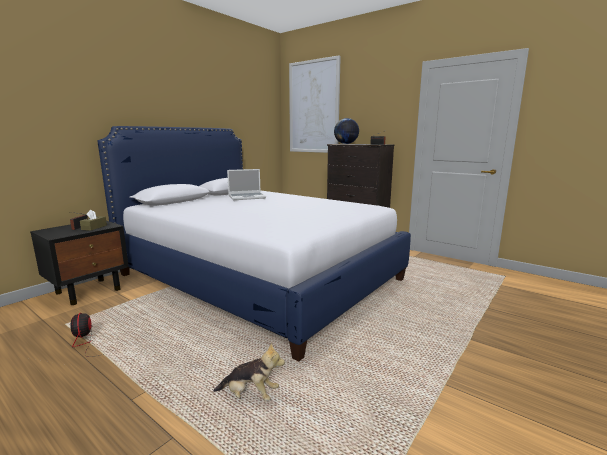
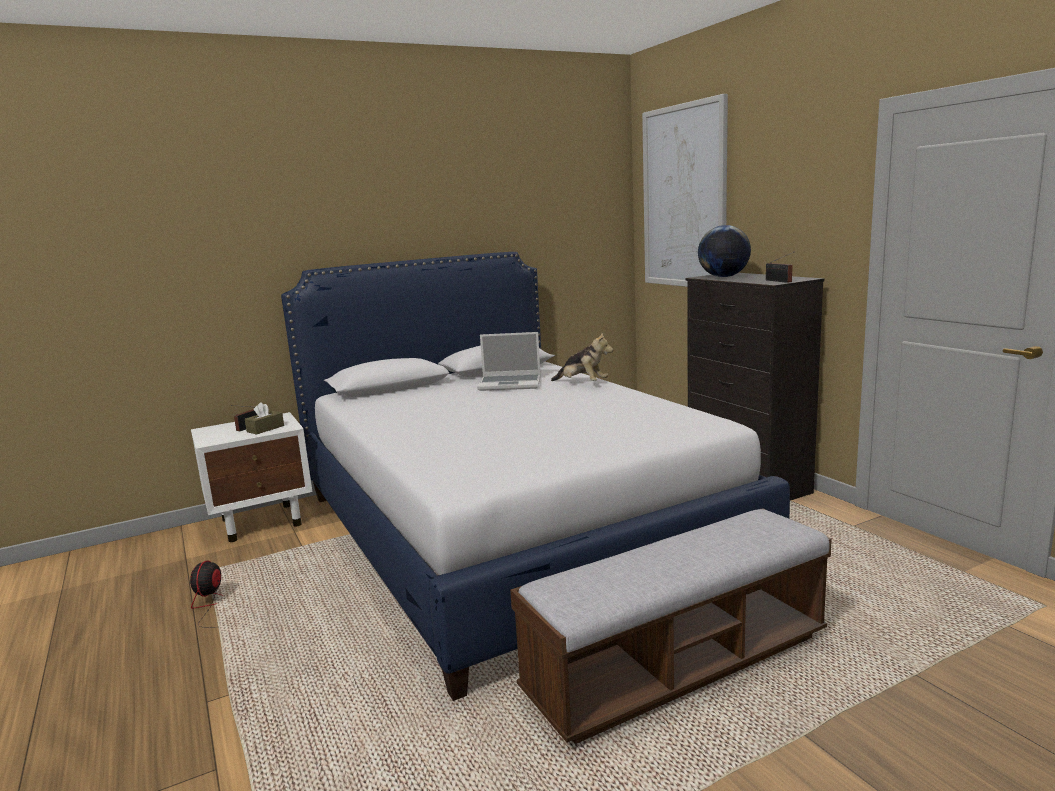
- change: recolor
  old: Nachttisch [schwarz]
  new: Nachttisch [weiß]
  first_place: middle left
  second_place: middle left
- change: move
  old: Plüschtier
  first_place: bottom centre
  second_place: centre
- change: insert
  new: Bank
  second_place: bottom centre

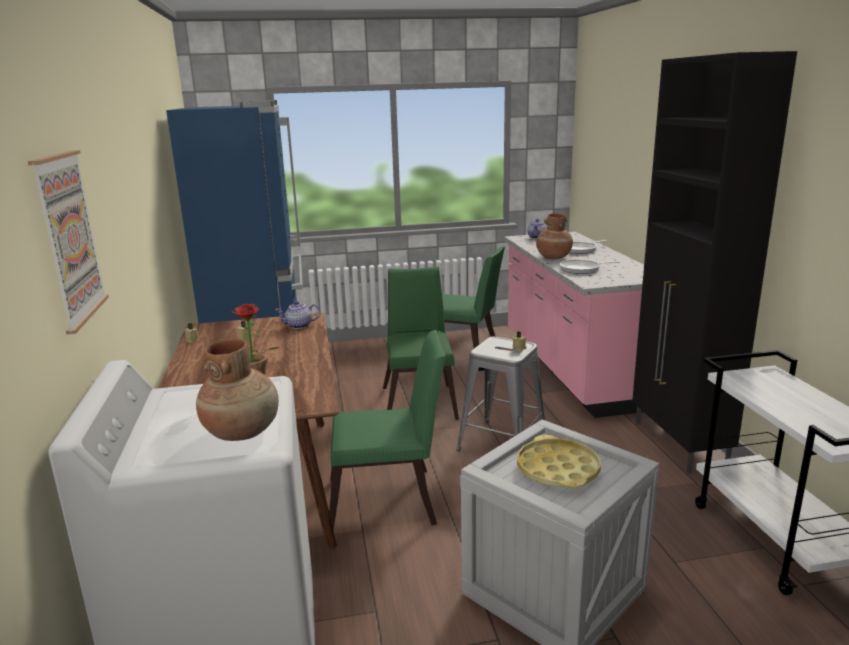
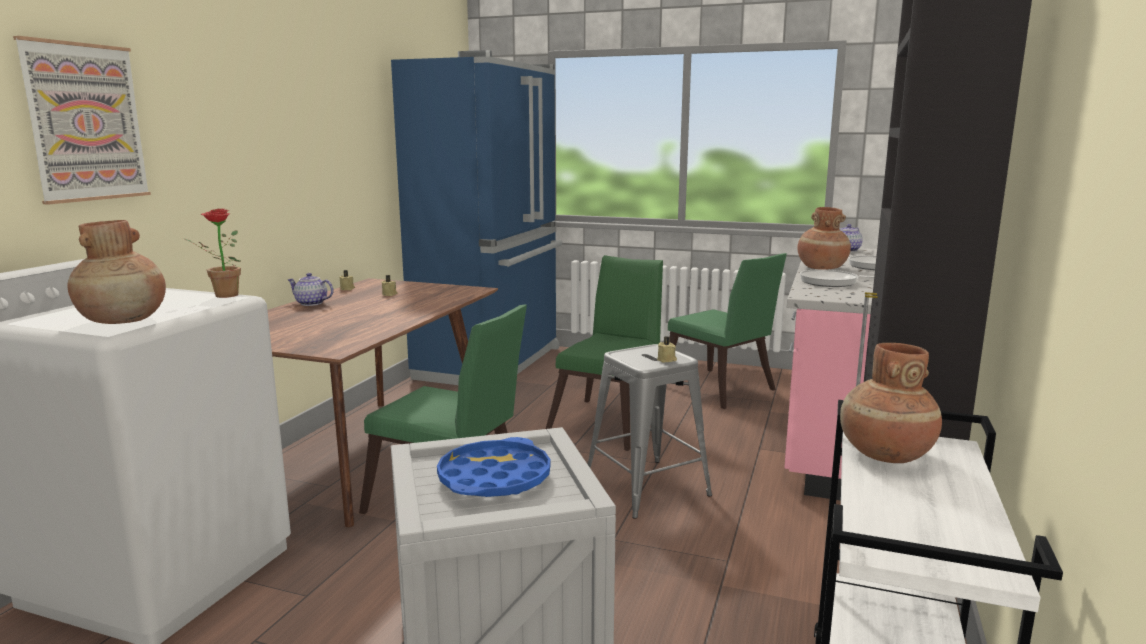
- change: move
  old: Teekanne (1st from left)
  first_place: centre
  second_place: middle left
- change: recolor
  old: Tablett [gelb]
  new: Tablett [blau]
  first_place: bottom centre
  second_place: bottom centre
- change: insert
  new: Vase [braun] (3rd from left)
  second_place: middle right

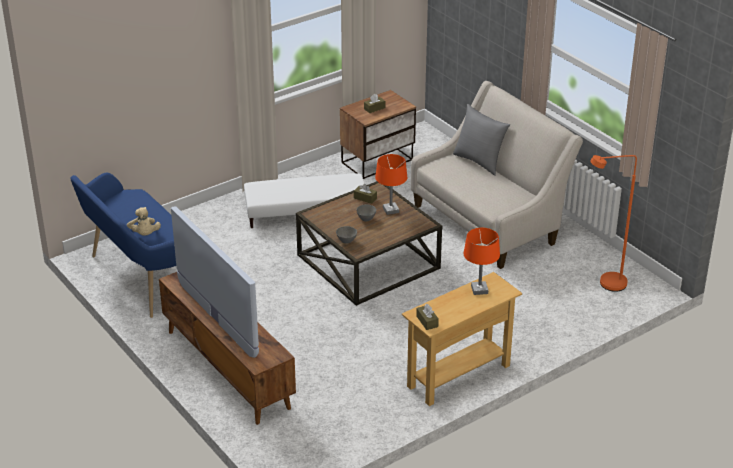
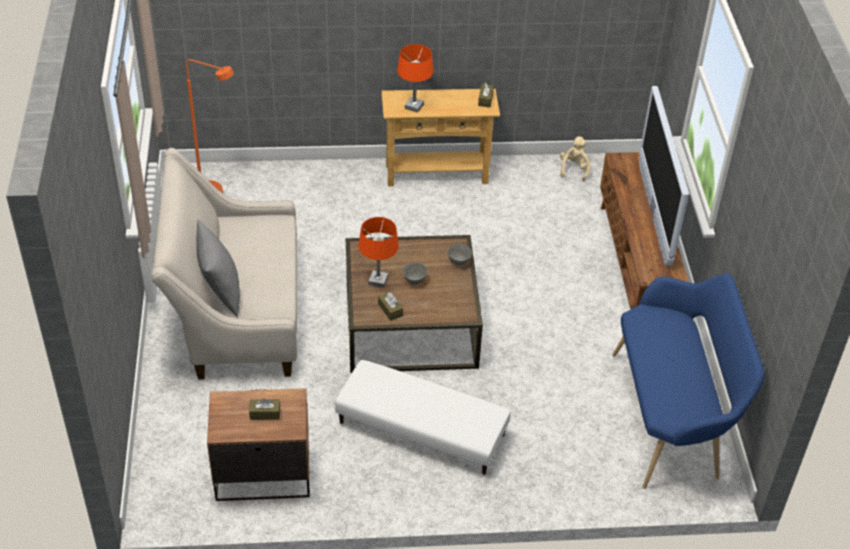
- change: move
  old: Plüschtier [beige]
  first_place: middle left
  second_place: top right

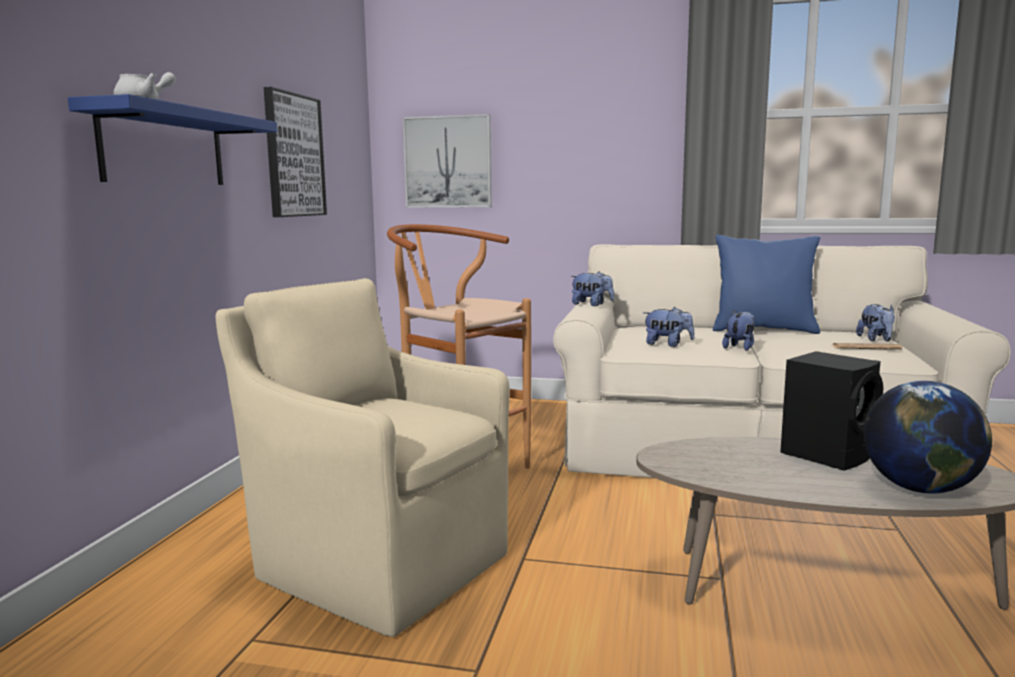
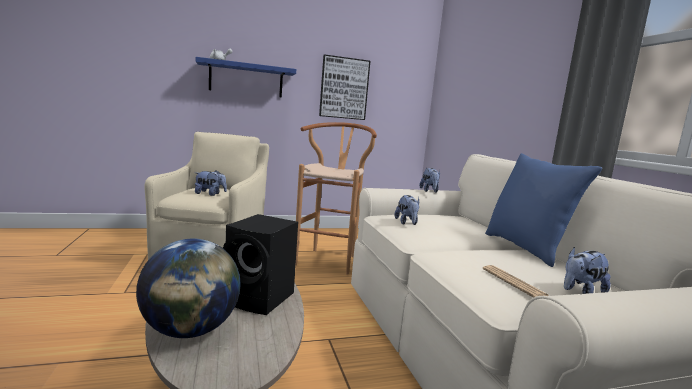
- change: delete
  old: Bild (2nd from left)
  first_place: top centre
- change: move
  old: Plüschtier (3rd from left in the first image)
  new: Plüschtier (1st from left)
  first_place: middle right
  second_place: middle left

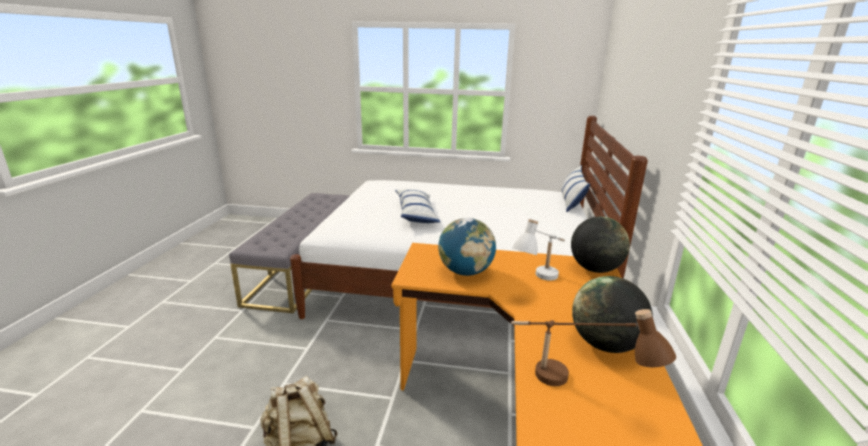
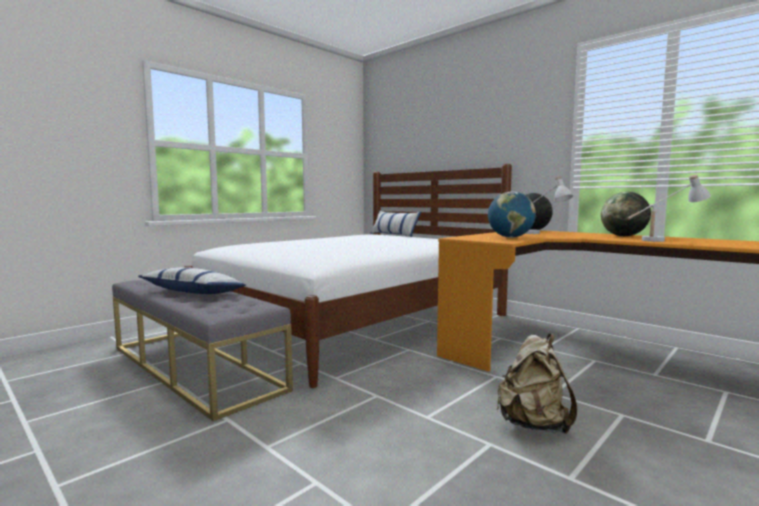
- change: move
  old: Kissen (1st from left)
  first_place: centre
  second_place: middle left
- change: recolor
  old: Tischlampe [braun]
  new: Tischlampe [weiß] (2nd from left)
  first_place: bottom right
  second_place: middle right

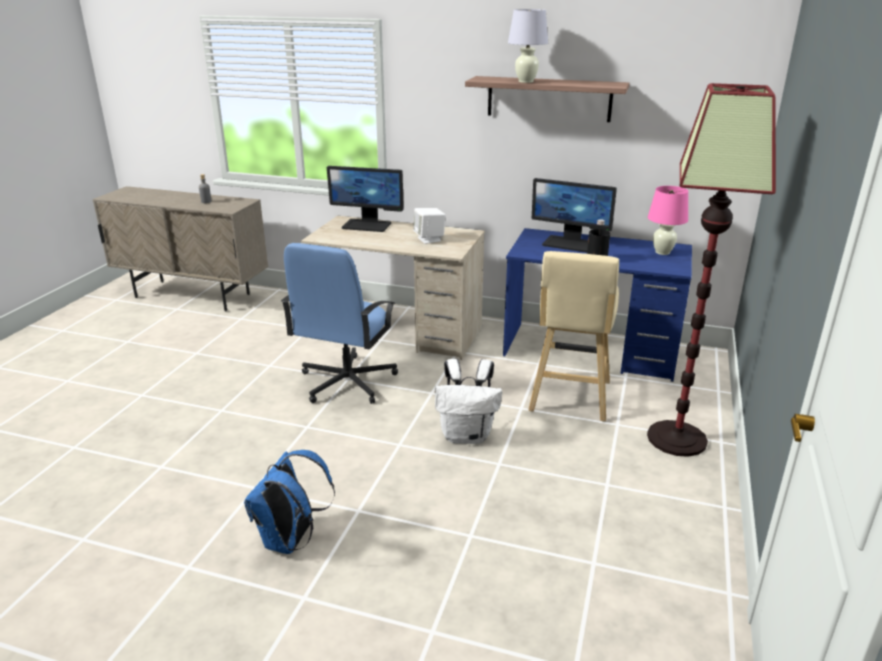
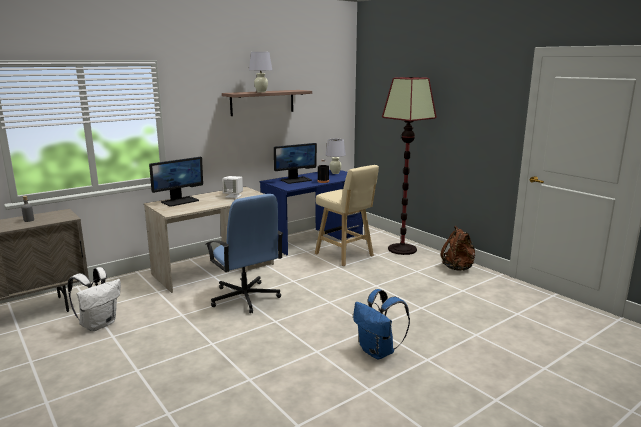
- change: move
  old: Rucksack [weiß]
  first_place: centre
  second_place: bottom left
- change: recolor
  old: Tischlampe [rosa]
  new: Tischlampe [weiß] (2nd from left)
  first_place: top right
  second_place: centre
- change: insert
  new: Rucksack [braun]
  second_place: middle right

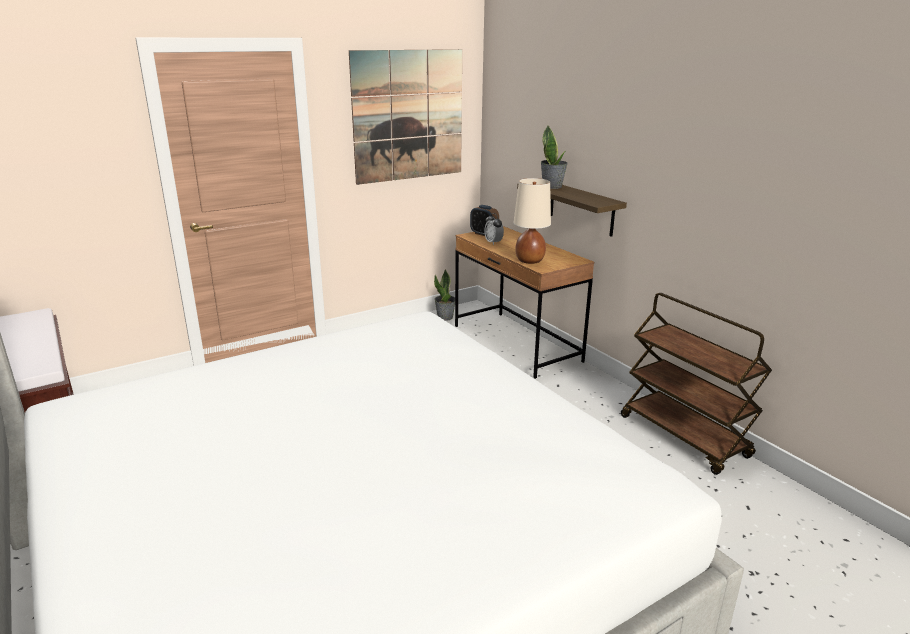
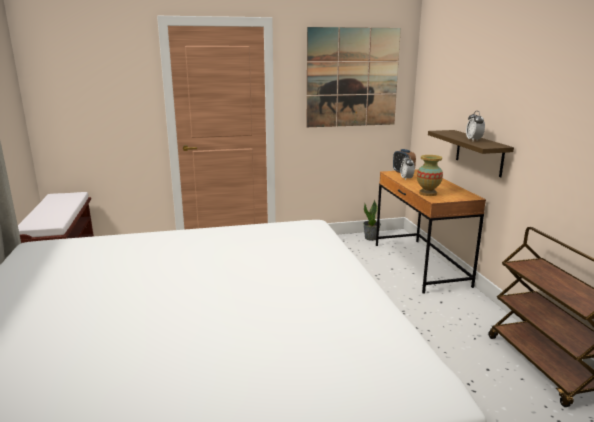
- change: replace
  old: Tischlampe [beige]
  new: Vase
  first_place: centre
  second_place: middle right
- change: delete
  old: Topfpflanze (2nd from left)
  first_place: top centre
- change: insert
  new: Wecker (3rd from left)
  second_place: top right

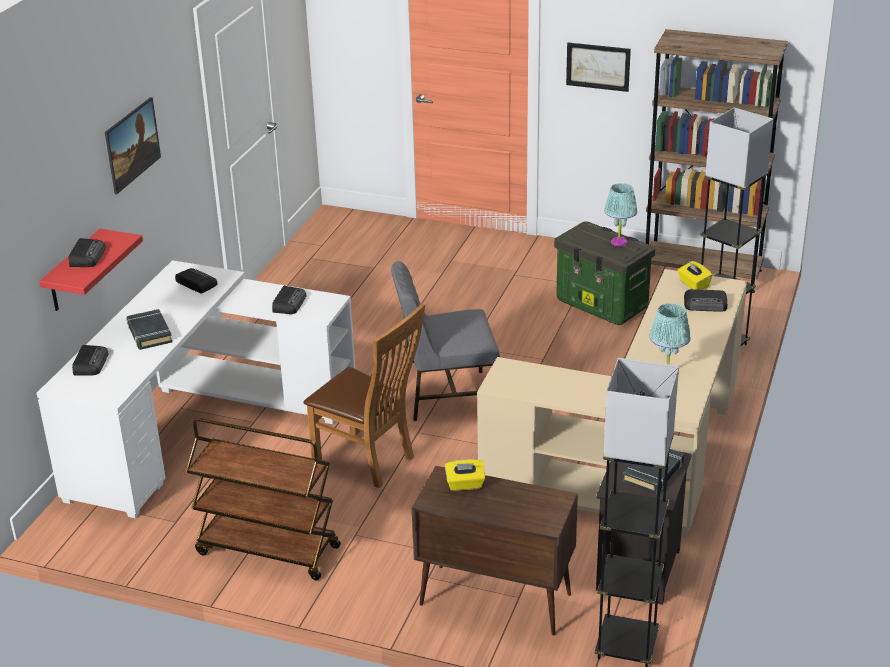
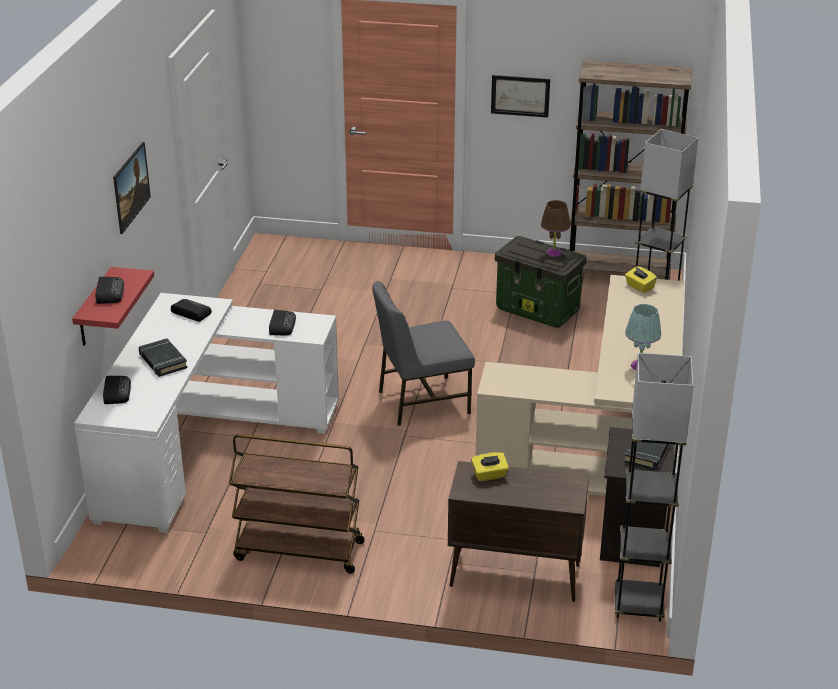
- change: delete
  old: Stuhl [braun]
  first_place: centre
- change: recolor
  old: Tischlampe [türkis] (1st from left)
  new: Tischlampe [braun]
  first_place: top right
  second_place: top centre
- change: delete
  old: Radio (5th from left)
  first_place: middle right

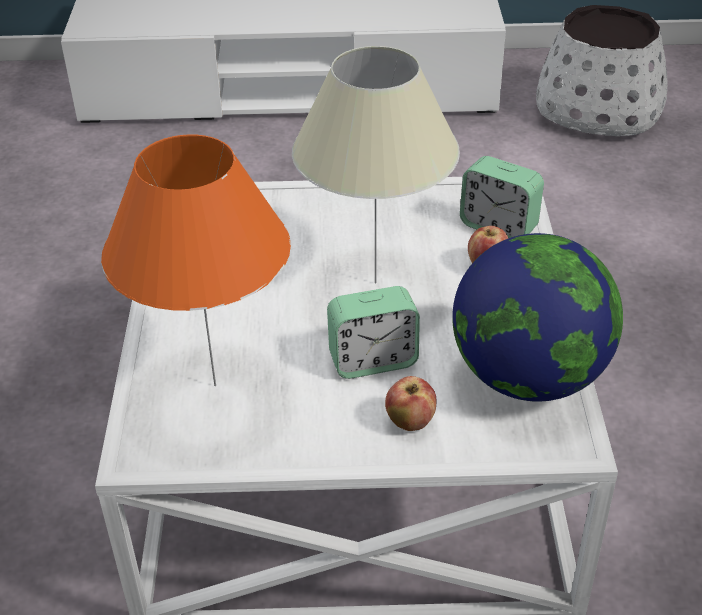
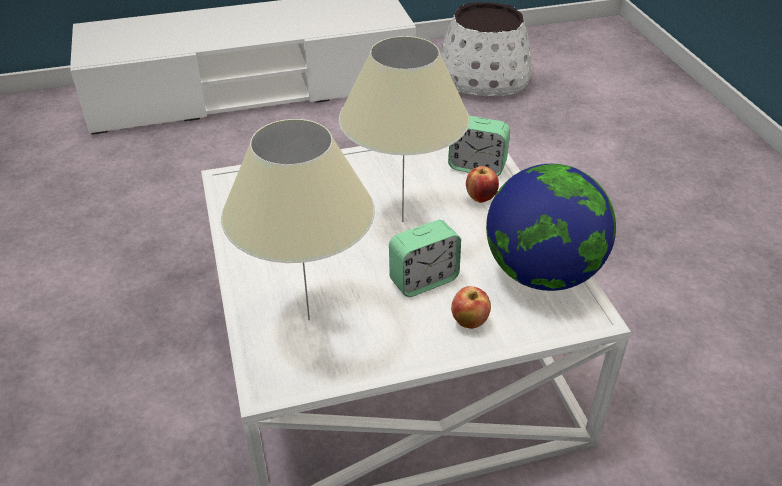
- change: recolor
  old: Tischlampe [orange]
  new: Tischlampe [beige] (1st from left)
  first_place: middle left
  second_place: centre

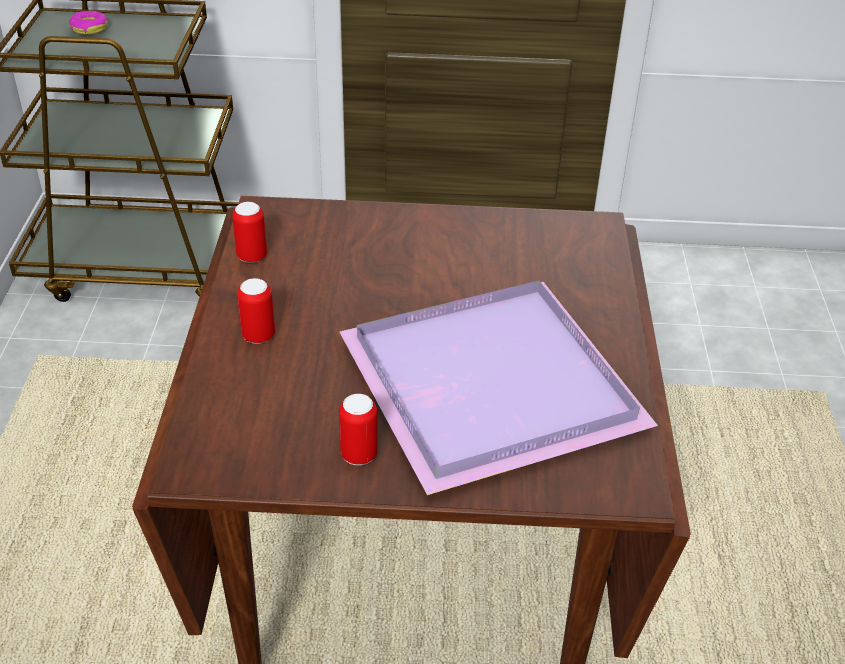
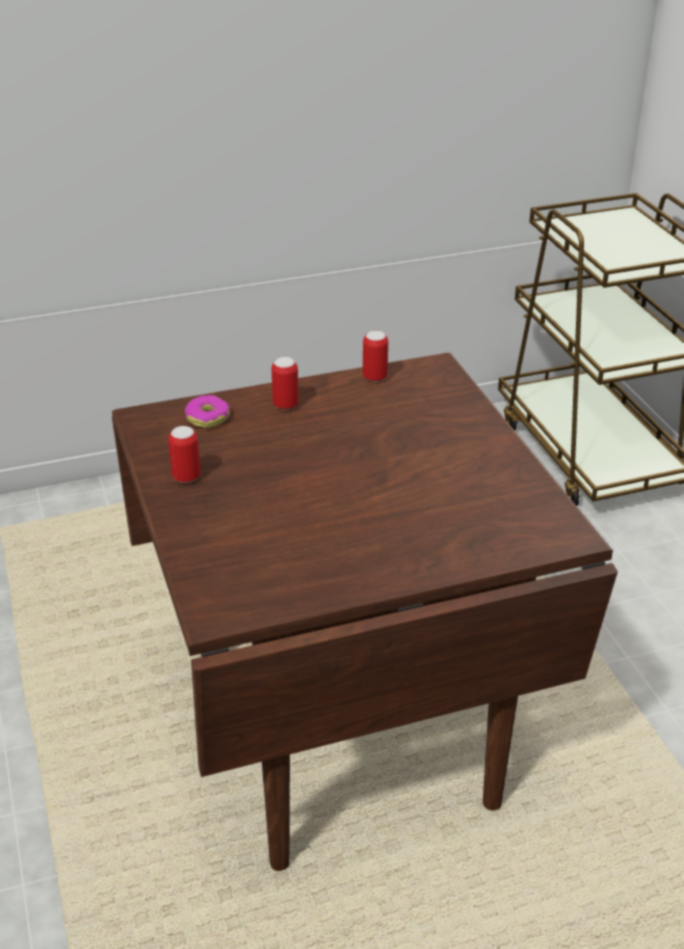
- change: move
  old: Donut
  first_place: top left
  second_place: middle left
- change: delete
  old: Tablett [lila]
  first_place: centre

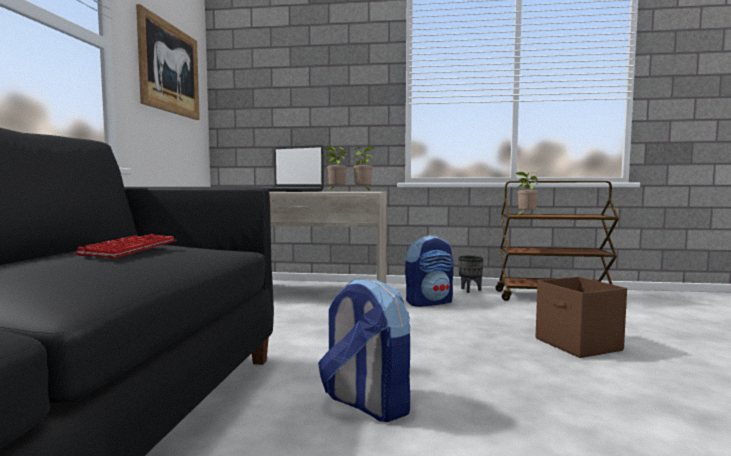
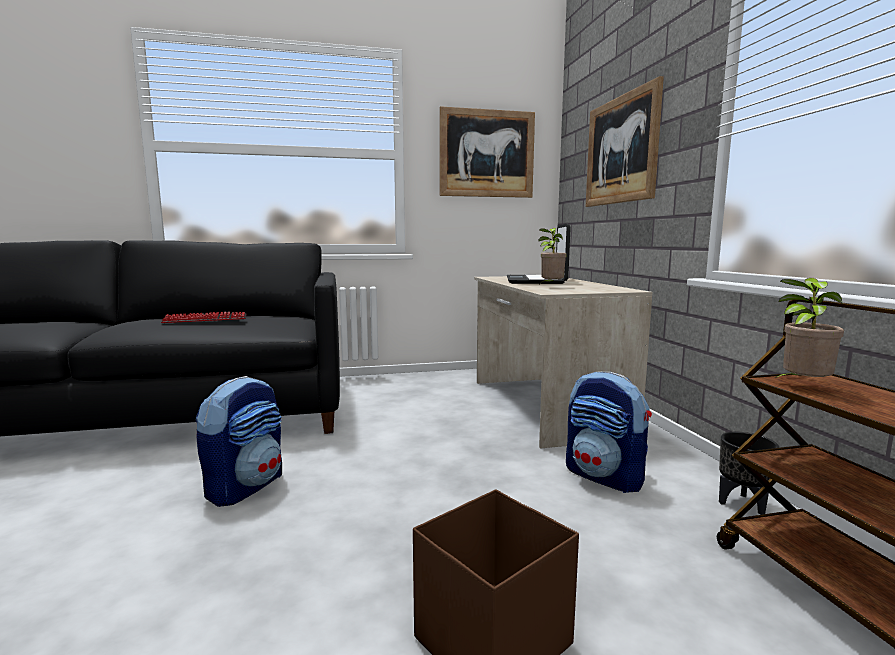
- change: delete
  old: Topfpflanze (2nd from left)
  first_place: centre
- change: insert
  new: Bild (2nd from left)
  second_place: top right

